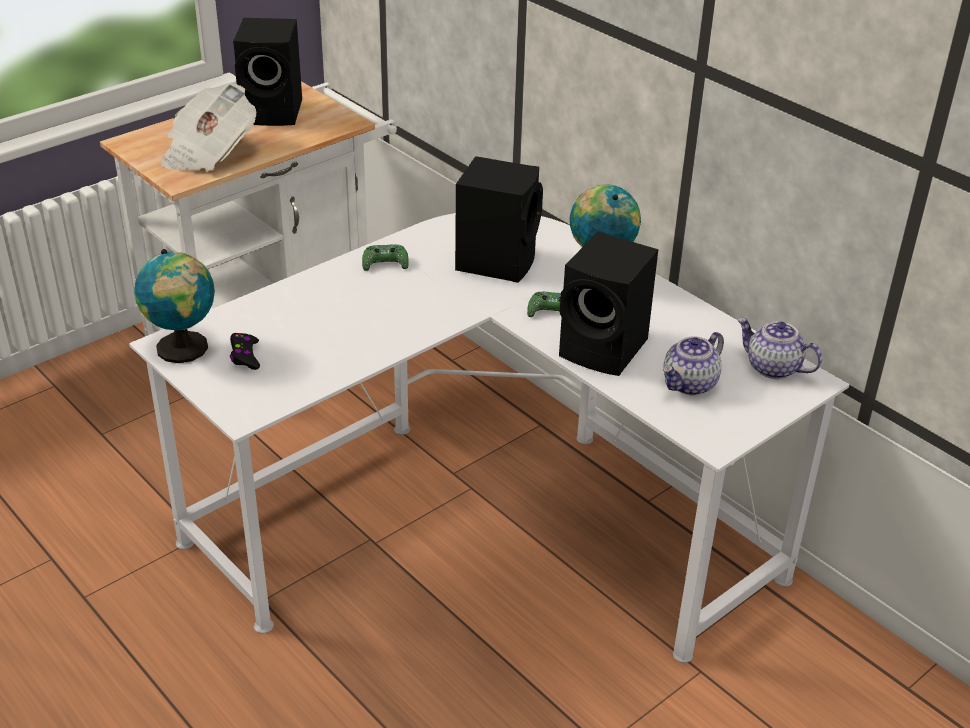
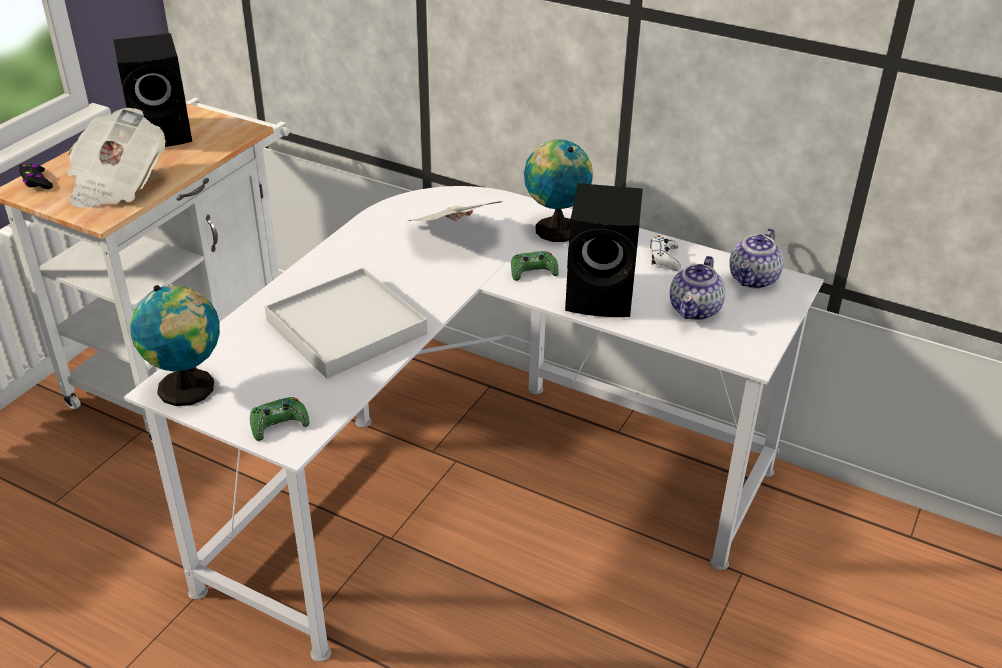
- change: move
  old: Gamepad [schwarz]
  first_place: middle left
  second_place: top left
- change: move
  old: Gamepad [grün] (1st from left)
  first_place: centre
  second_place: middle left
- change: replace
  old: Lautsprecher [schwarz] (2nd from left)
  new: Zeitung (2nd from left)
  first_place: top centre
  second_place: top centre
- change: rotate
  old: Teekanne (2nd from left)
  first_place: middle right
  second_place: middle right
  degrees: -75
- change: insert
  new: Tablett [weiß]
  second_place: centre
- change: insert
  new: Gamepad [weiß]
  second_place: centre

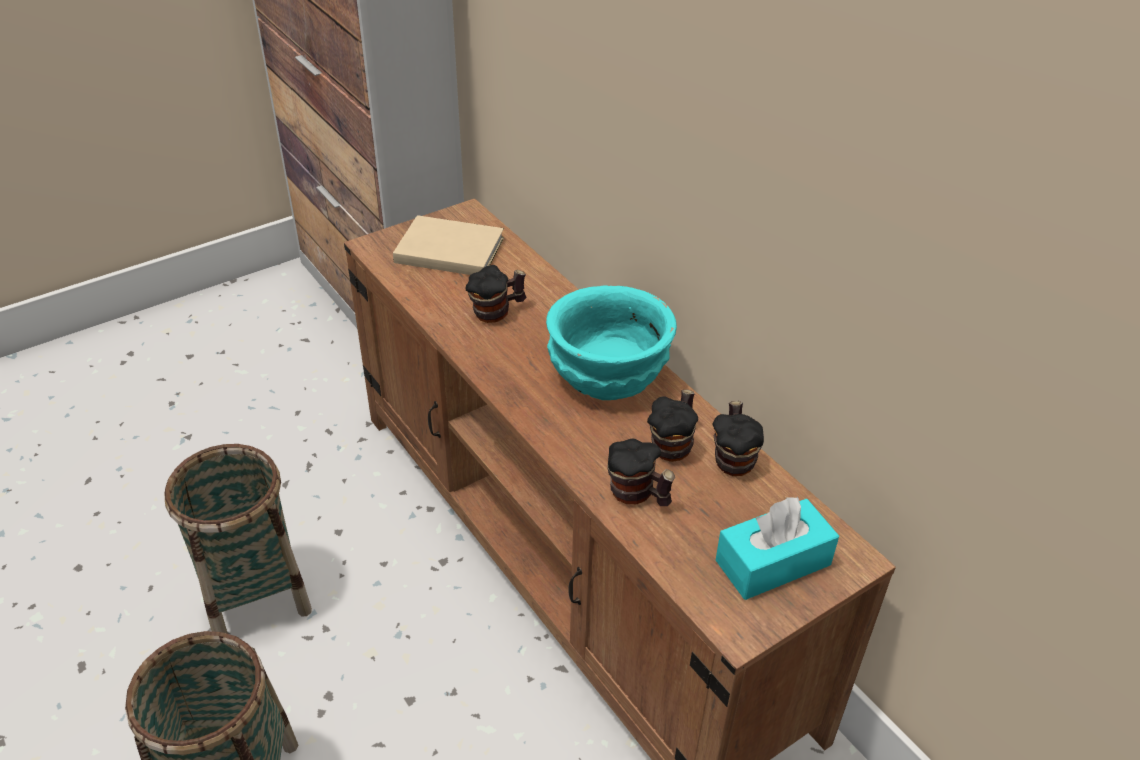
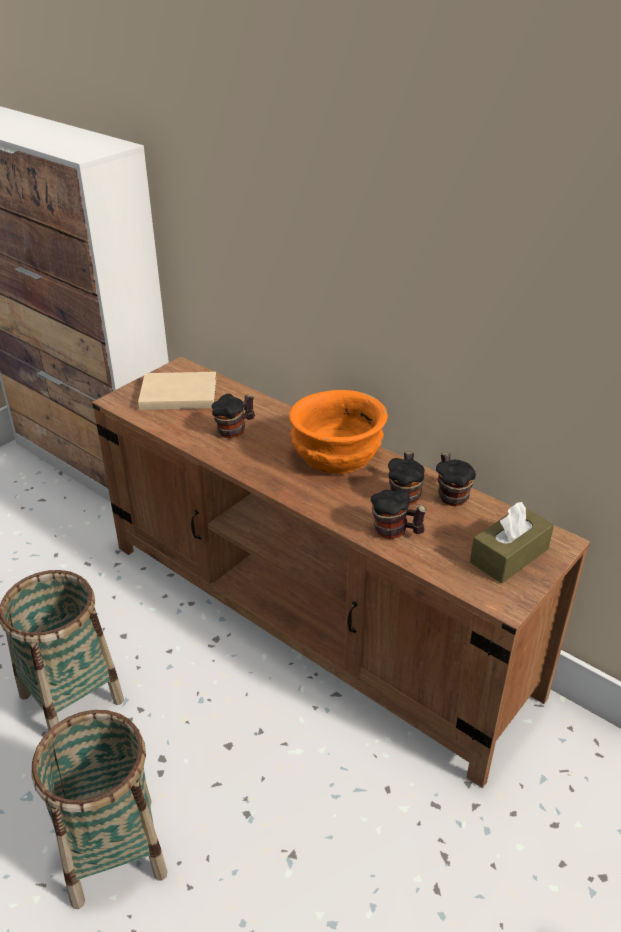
- change: recolor
  old: Schüssel [türkis]
  new: Schüssel [orange]
  first_place: centre
  second_place: centre
- change: recolor
  old: Taschentuchbox [türkis]
  new: Taschentuchbox [braun]
  first_place: bottom right
  second_place: middle right

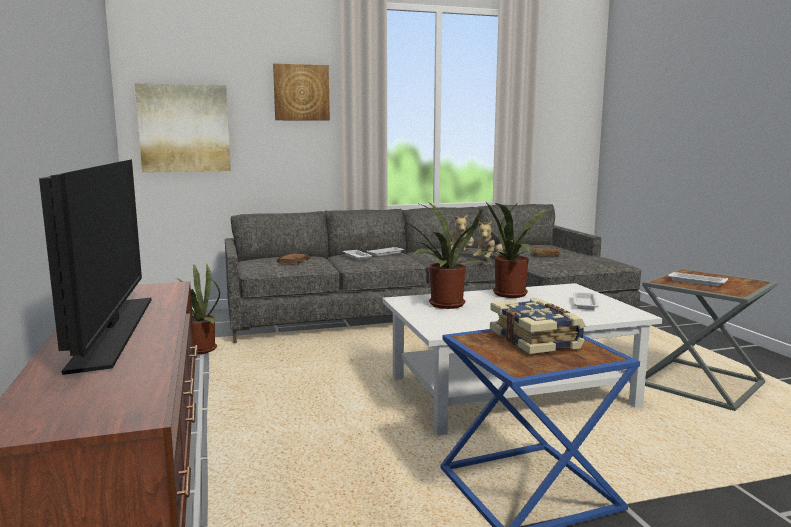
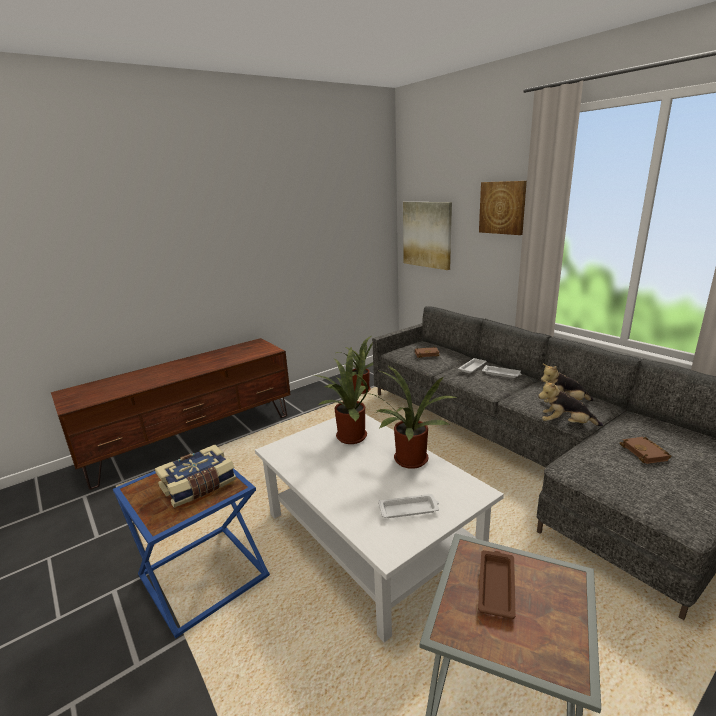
- change: delete
  old: Fernseher
  first_place: middle left
- change: recolor
  old: Tablett [weiß] (4th from left)
  new: Tablett [braun]
  first_place: middle right
  second_place: bottom right

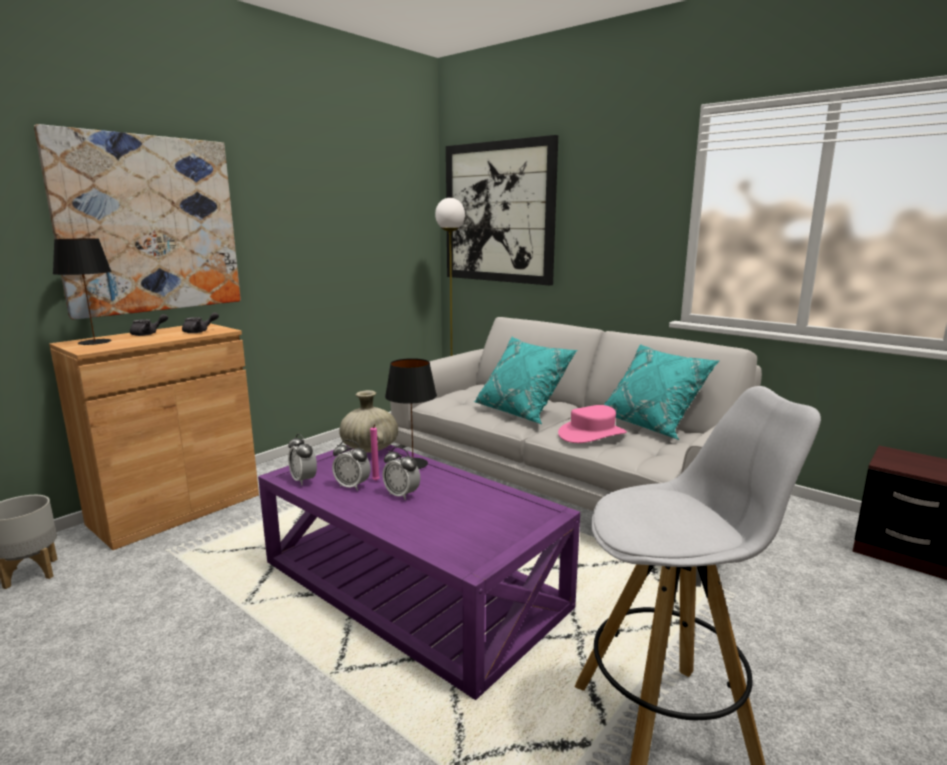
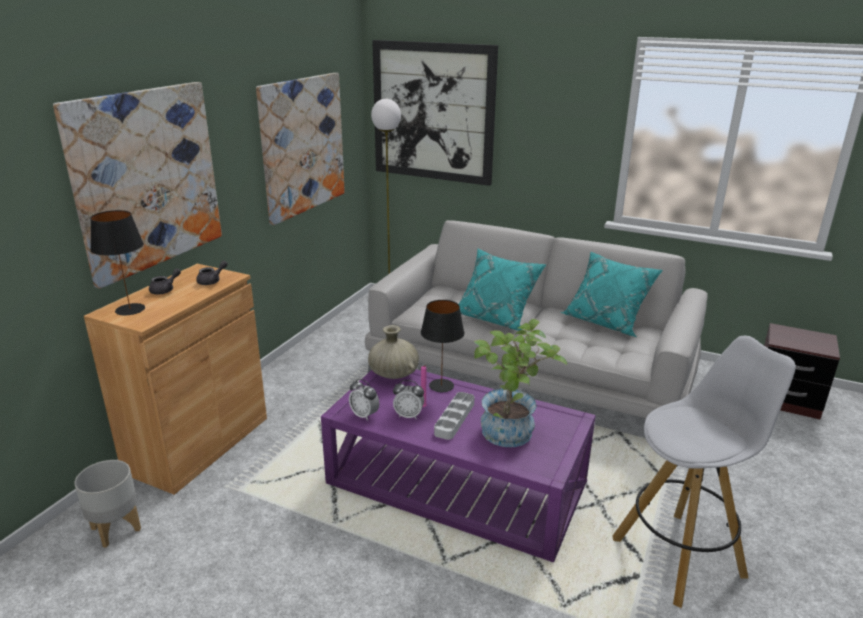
- change: replace
  old: Wecker (3rd from left)
  new: Tablett [grau]
  first_place: centre
  second_place: bottom centre
- change: delete
  old: Hut [rosa]
  first_place: centre
- change: insert
  new: Bild (2nd from left)
  second_place: top centre
- change: insert
  new: Topfpflanze
  second_place: centre

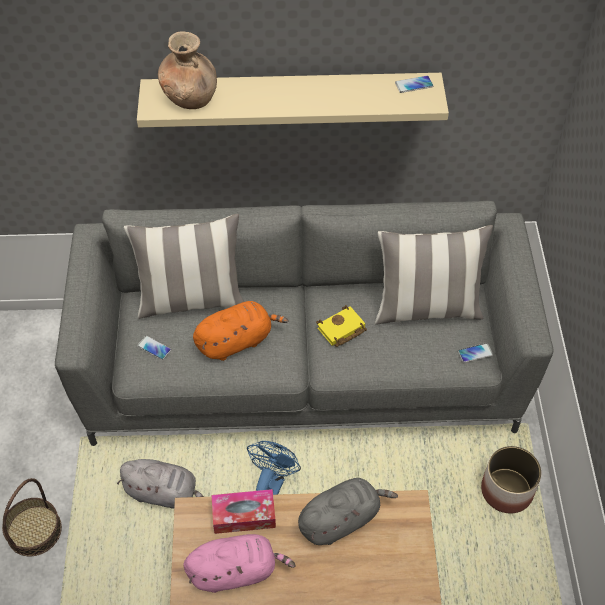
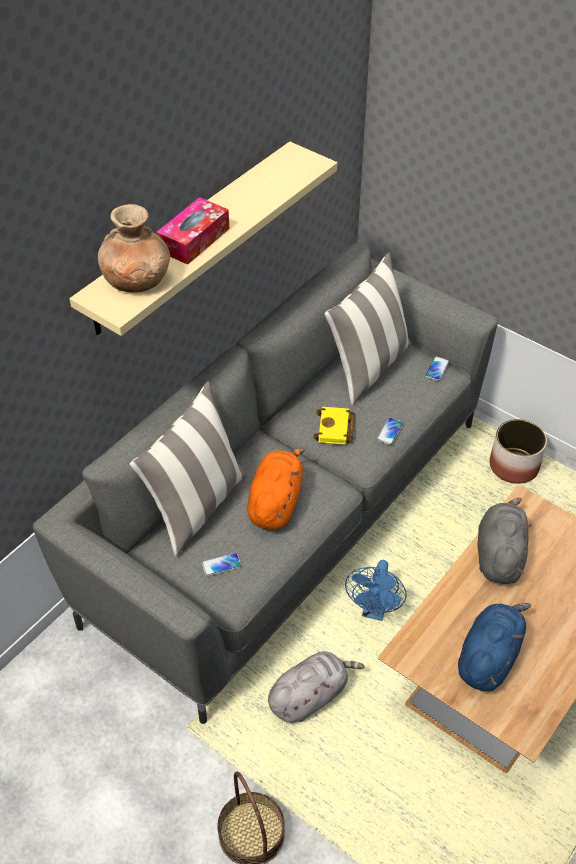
- change: recolor
  old: Plüschtier [rosa]
  new: Plüschtier [blau]
  first_place: bottom centre
  second_place: bottom right
- change: move
  old: Taschentuchbox
  first_place: bottom centre
  second_place: top centre
- change: rotate
  old: Ventilator [blau]
  first_place: bottom centre
  second_place: bottom centre
  degrees: -135
- change: move
  old: Handy (2nd from left)
  first_place: top right
  second_place: middle right

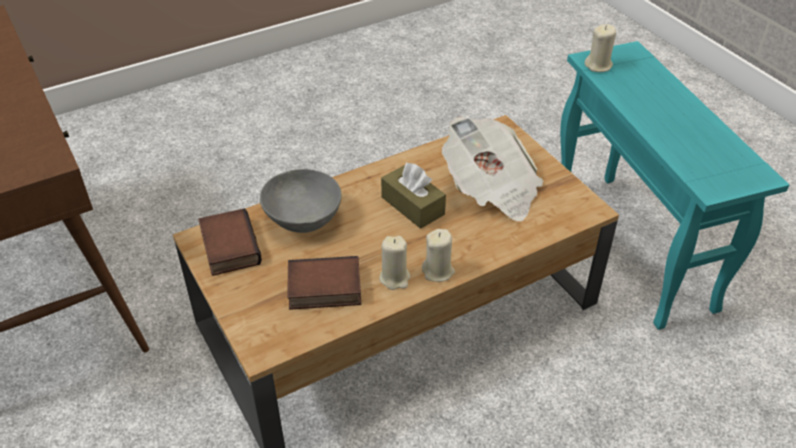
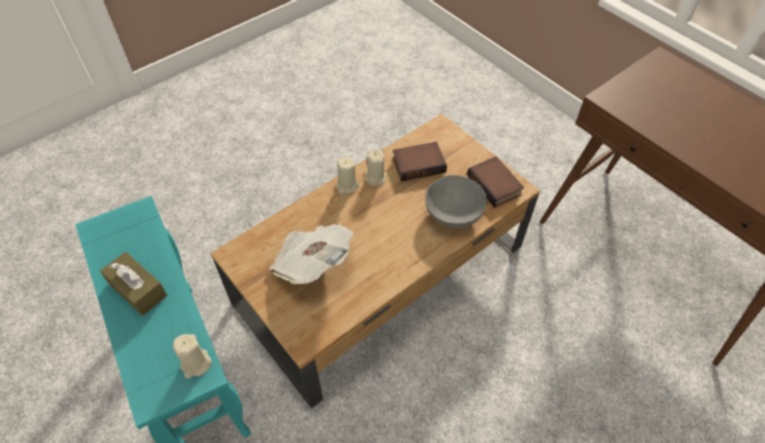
- change: move
  old: Taschentuchbox [braun]
  first_place: centre
  second_place: middle left

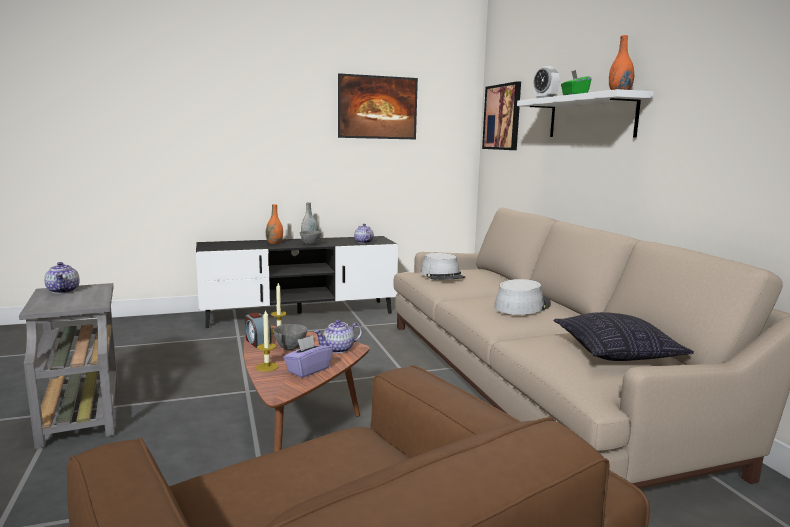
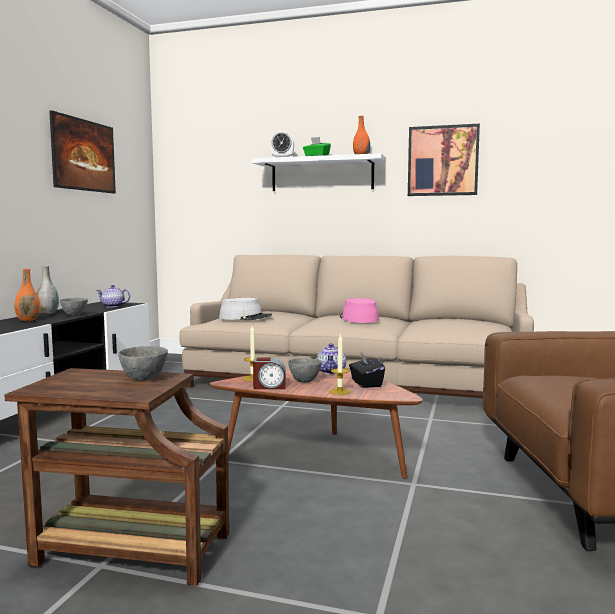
- change: recolor
  old: Beistelltisch [grau]
  new: Beistelltisch [braun]
  first_place: bottom left
  second_place: bottom left
- change: delete
  old: Teekanne (1st from left)
  first_place: middle left
- change: recolor
  old: Taschentuchbox [lila]
  new: Taschentuchbox [schwarz]
  first_place: bottom centre
  second_place: centre
- change: move
  old: Bild (2nd from left)
  first_place: top centre
  second_place: top right
- change: recolor
  old: Hut [grau] (2nd from left)
  new: Hut [rosa]
  first_place: centre
  second_place: centre
- change: delete
  old: Kissen
  first_place: middle right
- change: insert
  new: Schüssel [grau] (2nd from left)
  second_place: middle left

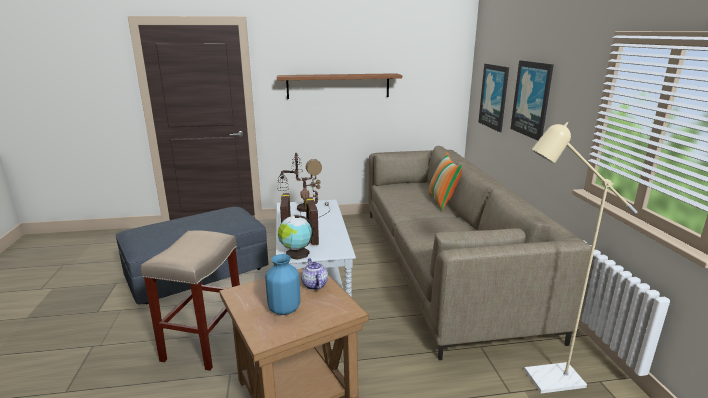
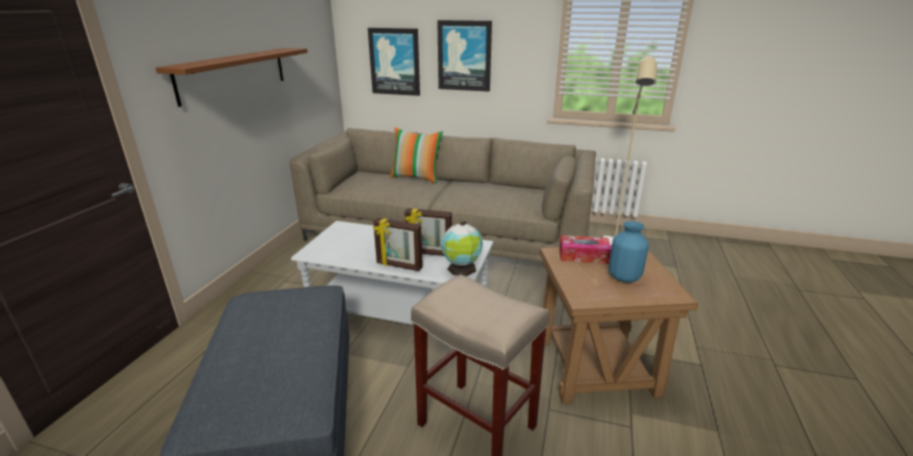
- change: delete
  old: Tischlampe
  first_place: centre
- change: replace
  old: Teekanne
  new: Taschentuchbox
  first_place: bottom centre
  second_place: centre

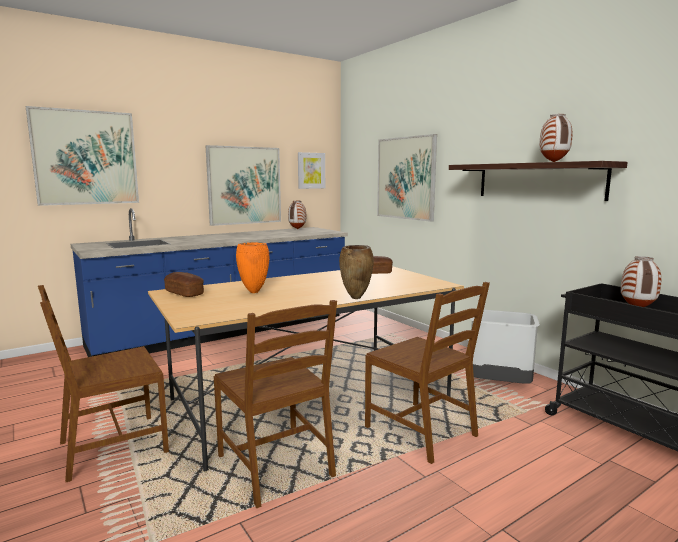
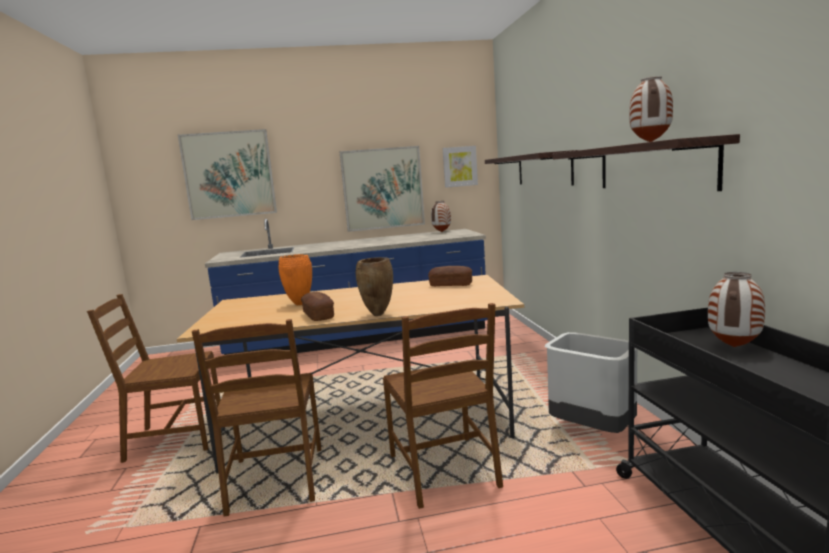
- change: move
  old: Brot (1st from left)
  first_place: middle left
  second_place: centre
- change: replace
  old: Bild (4th from left)
  new: Wandregal (1st from left)
  first_place: top centre
  second_place: top centre

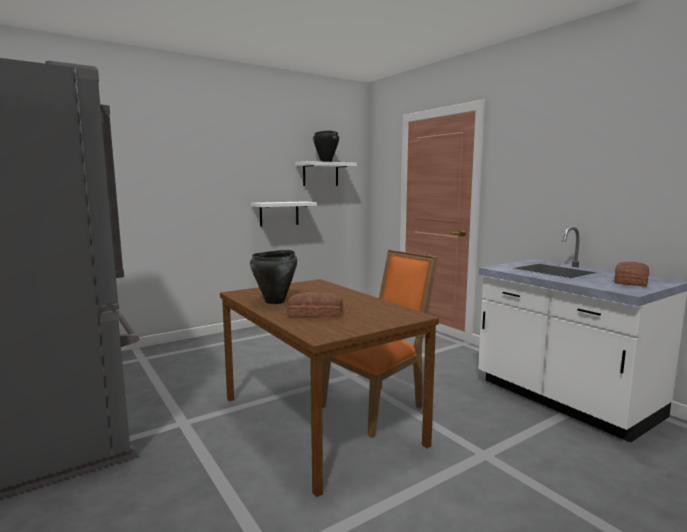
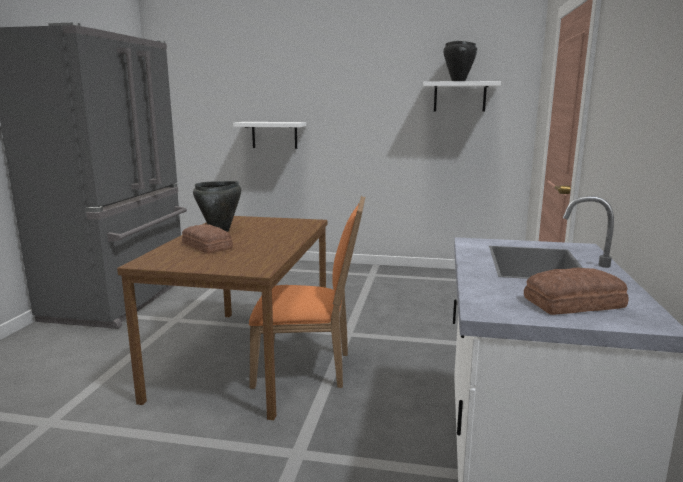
- change: move
  old: Wandregal [weiß] (1st from left)
  first_place: centre
  second_place: top centre

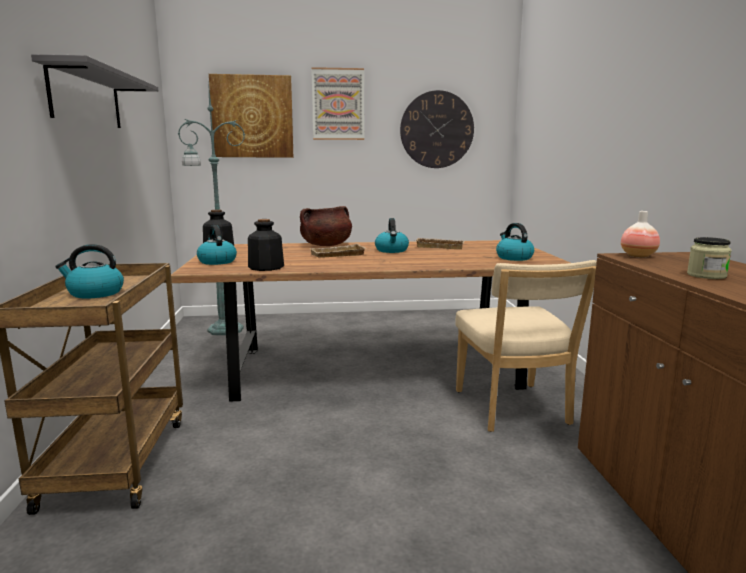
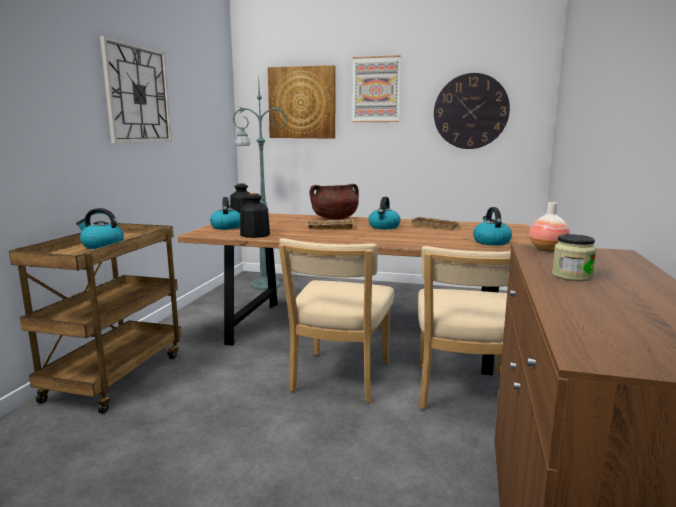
- change: replace
  old: Wandregal [grau]
  new: Wanduhr (1st from left)
  first_place: top left
  second_place: top left
- change: insert
  new: Stuhl [beige] (1st from left)
  second_place: centre

